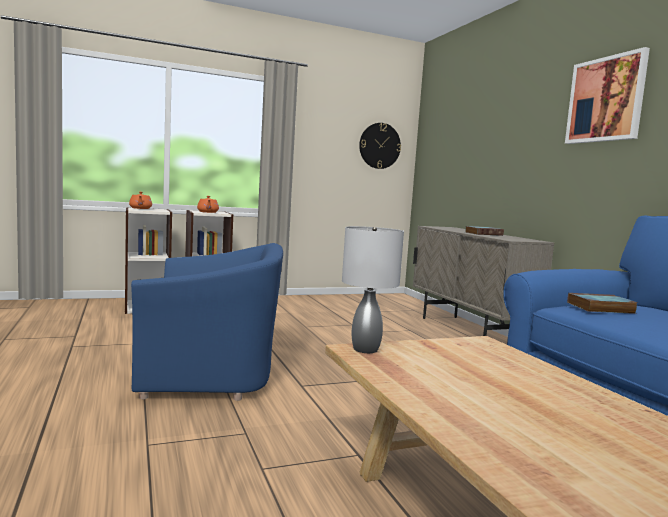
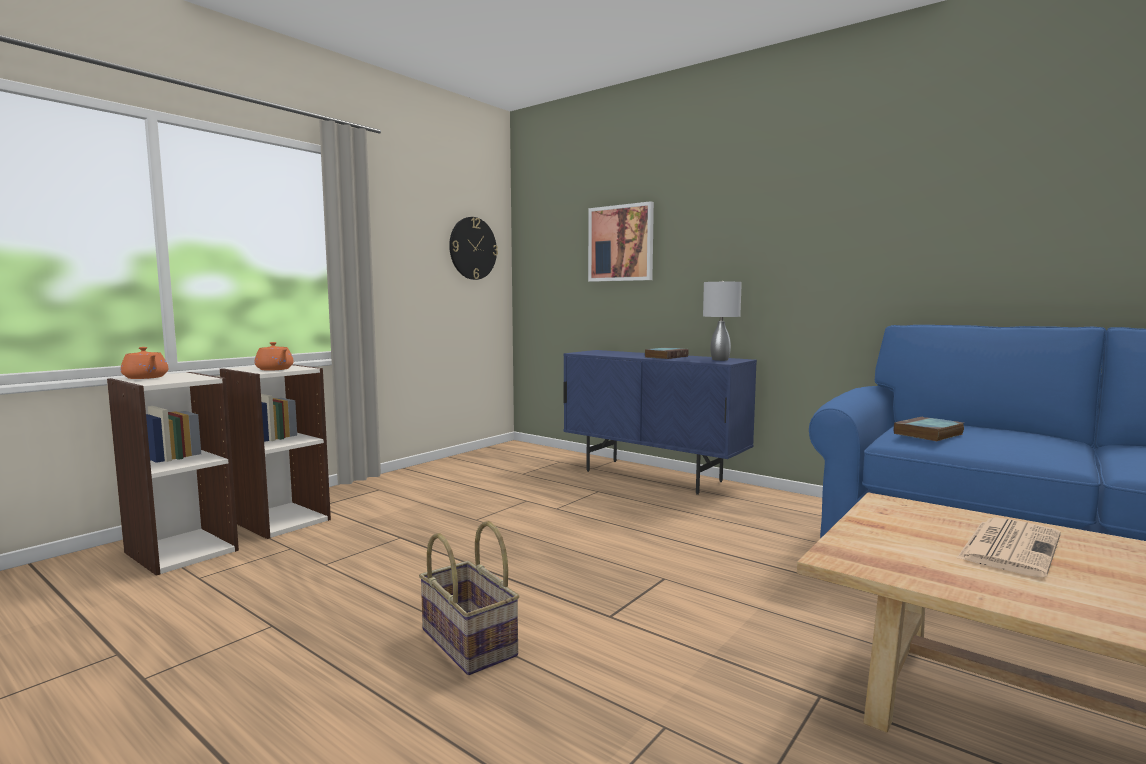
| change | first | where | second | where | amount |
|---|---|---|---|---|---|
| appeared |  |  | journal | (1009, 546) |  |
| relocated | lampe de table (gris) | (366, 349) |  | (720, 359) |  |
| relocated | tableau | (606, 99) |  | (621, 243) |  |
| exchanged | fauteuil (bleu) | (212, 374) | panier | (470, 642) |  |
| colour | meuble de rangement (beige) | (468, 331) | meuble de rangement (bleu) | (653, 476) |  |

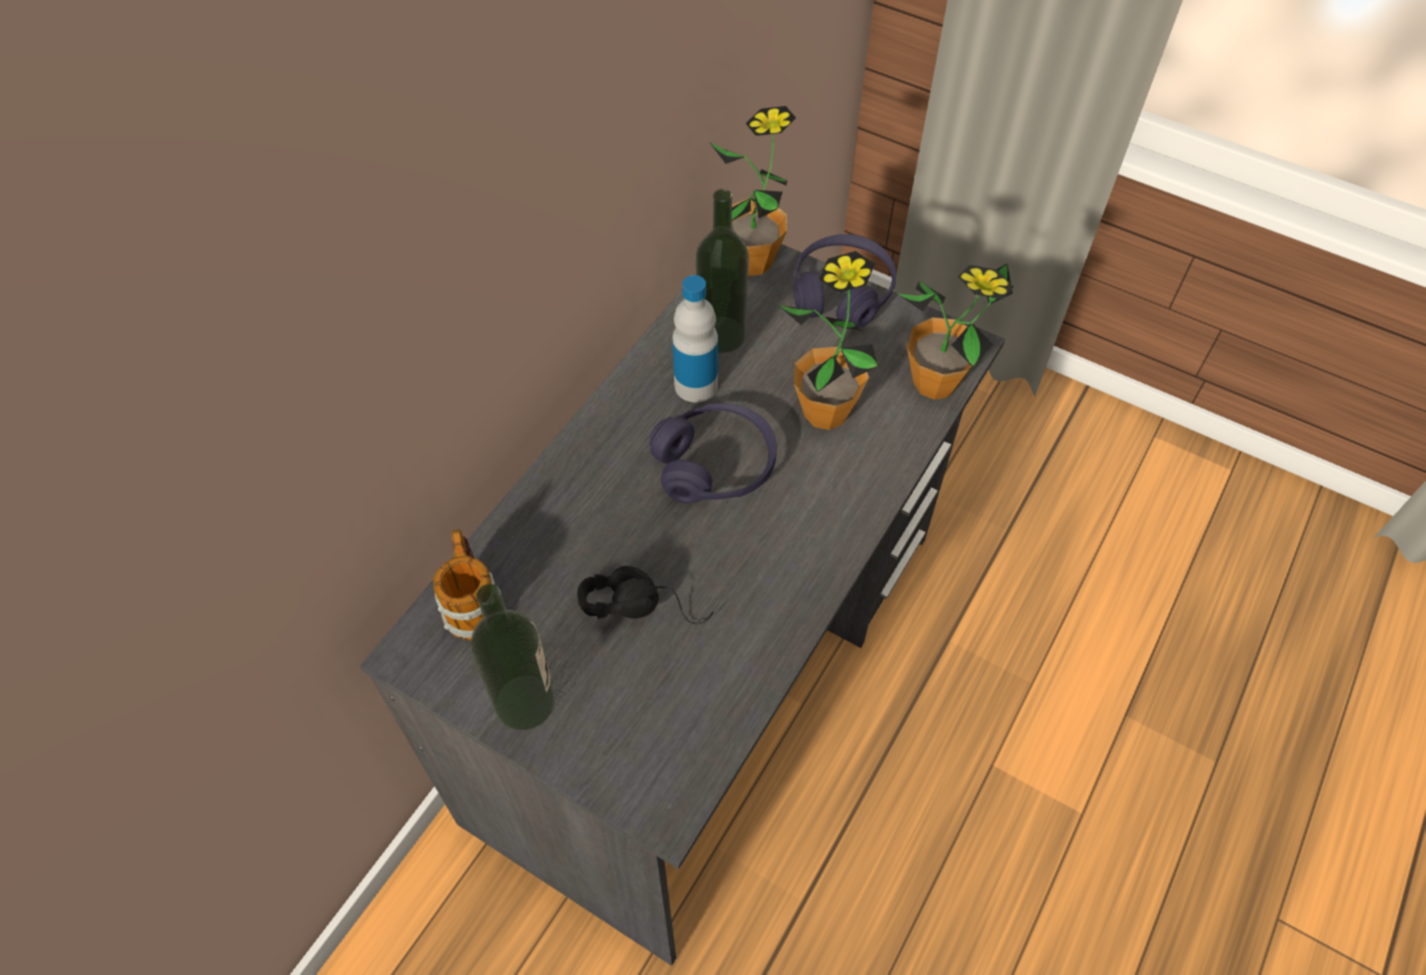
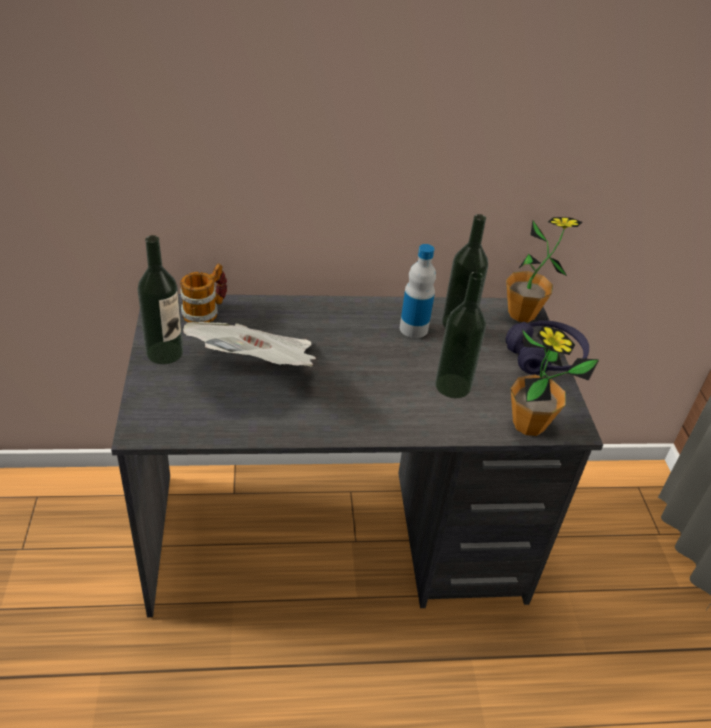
| change | first | where | second | where | amount |
|---|---|---|---|---|---|
| missing | casque audio (violet) | (715, 465) |  |  |  |
| exchanged | casque audio (noir) | (645, 604) | journal | (257, 369) |  |
| exchanged | plante en pot | (825, 412) | bouteille | (453, 386) |  |

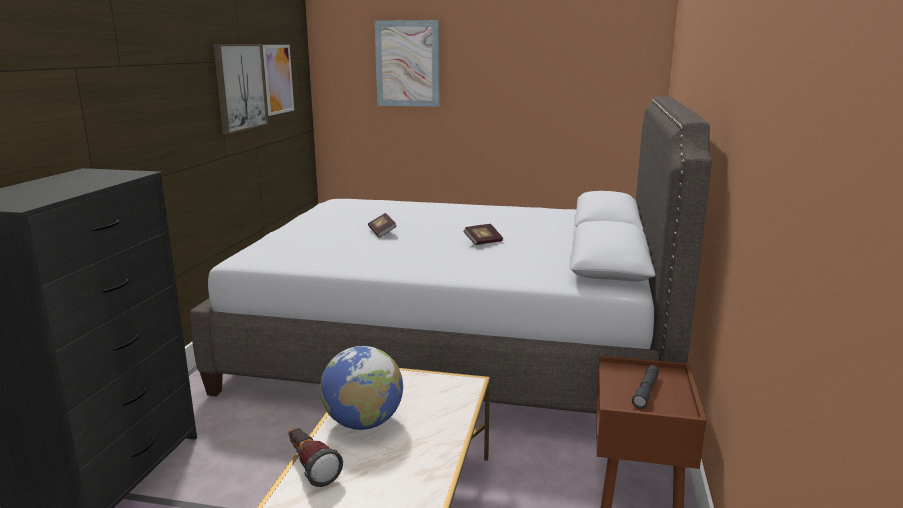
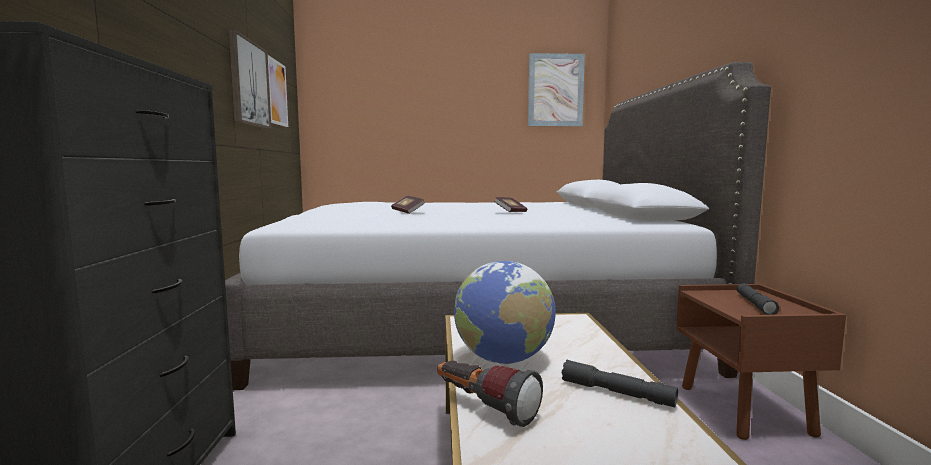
| change | first | where | second | where | amount |
|---|---|---|---|---|---|
| appeared |  |  | lampe de poche (gris) | (616, 393) |  |
| relocated | tableau | (407, 64) |  | (555, 90) |  |

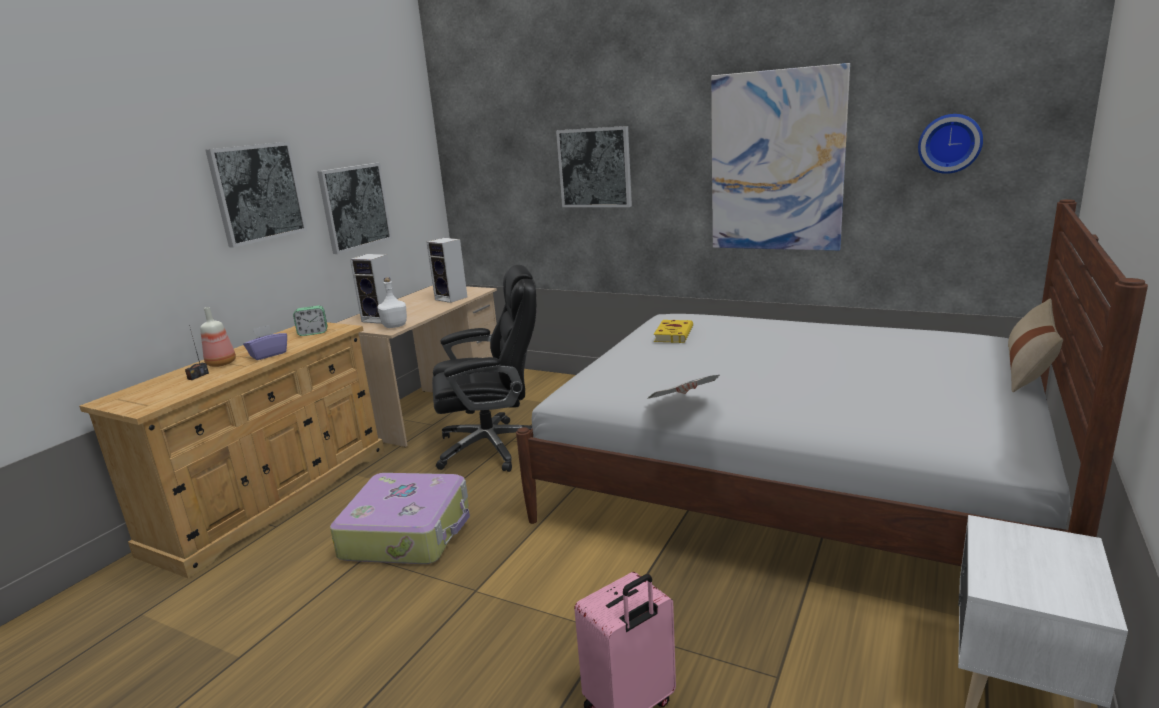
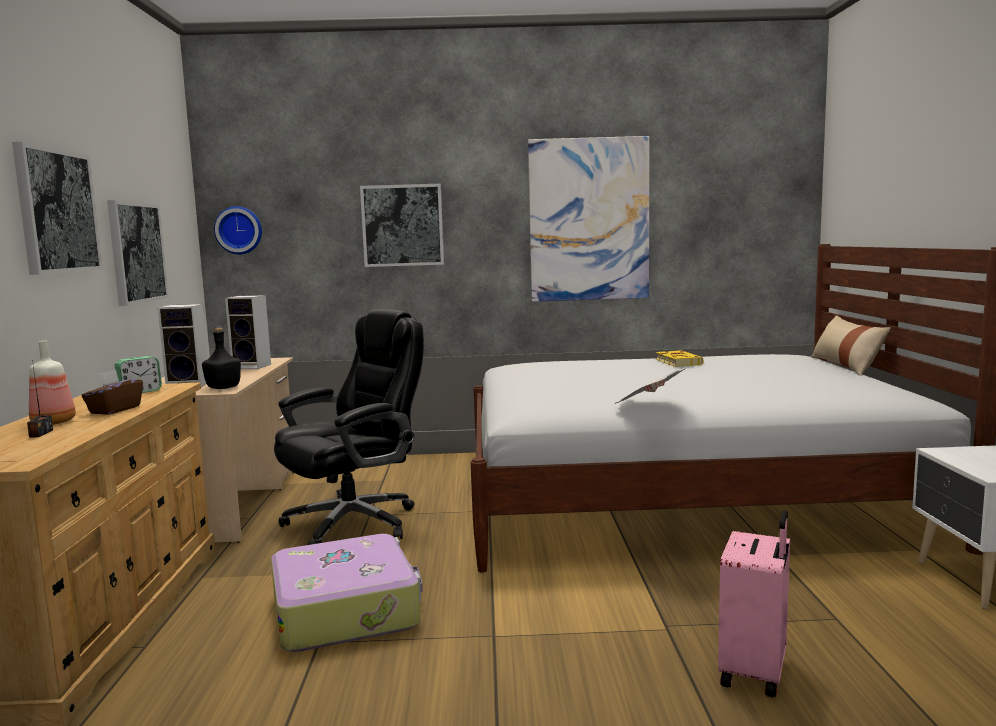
| change | first | where | second | where | amount |
|---|---|---|---|---|---|
| relocated | livre (jaune) | (673, 334) |  | (677, 362) |  |
| relocated | horloge murale | (950, 143) |  | (239, 230) |  |
| colour | boîte à mouchoirs (violet) | (268, 354) | boîte à mouchoirs (marron) | (114, 410) |  |
| colour | bouteille (blanc) | (394, 326) | bouteille (noir) | (223, 388) |  |

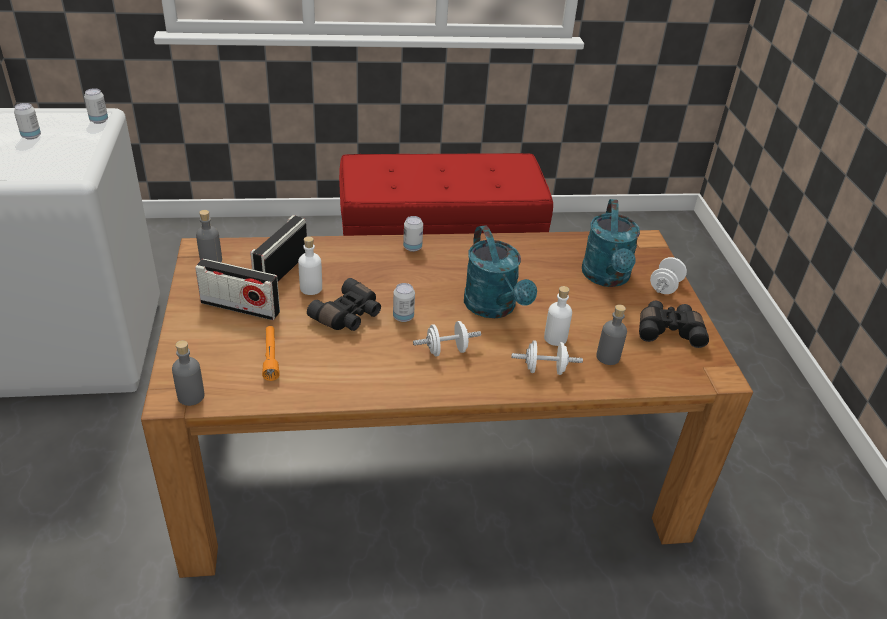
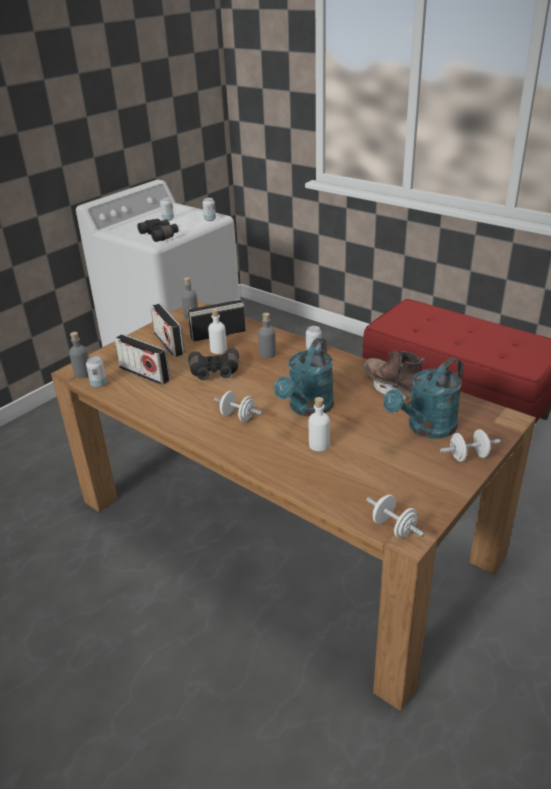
| change | first | where | second | where | amount |
|---|---|---|---|---|---|
| appeared |  |  | botte (marron) | (392, 388) |  |
| relocated | boîte métallique | (403, 317) |  | (98, 384) |  |
| relocated | haltère (blanc) | (544, 369) |  | (393, 527) |  |
| relocated | bouteille (gris) | (608, 357) |  | (267, 354) |  |
| relocated | jumelles (noir) | (669, 331) |  | (160, 235) |  |
| exchanged | lampe de poche (orange) | (271, 357) | radio | (144, 374) |  |

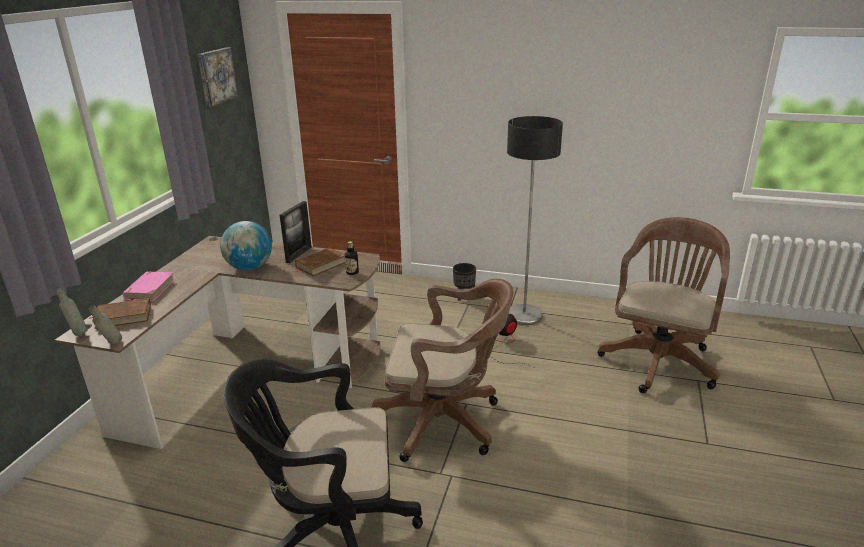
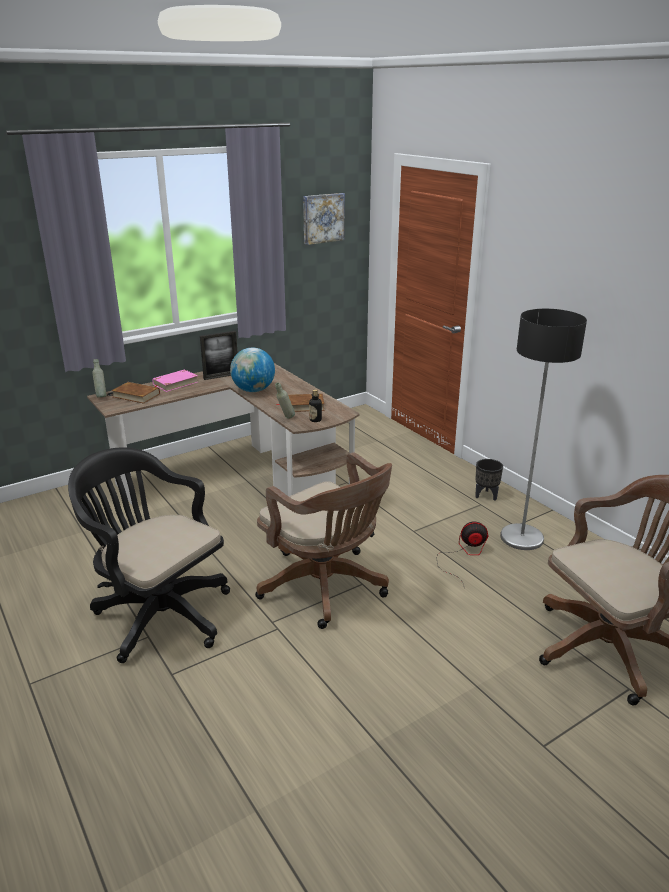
| change | first | where | second | where | amount |
|---|---|---|---|---|---|
| relocated | bouteille (gris) | (111, 345) |  | (285, 418) |  |
| relocated | cadre photo | (299, 254) |  | (221, 376) |  |

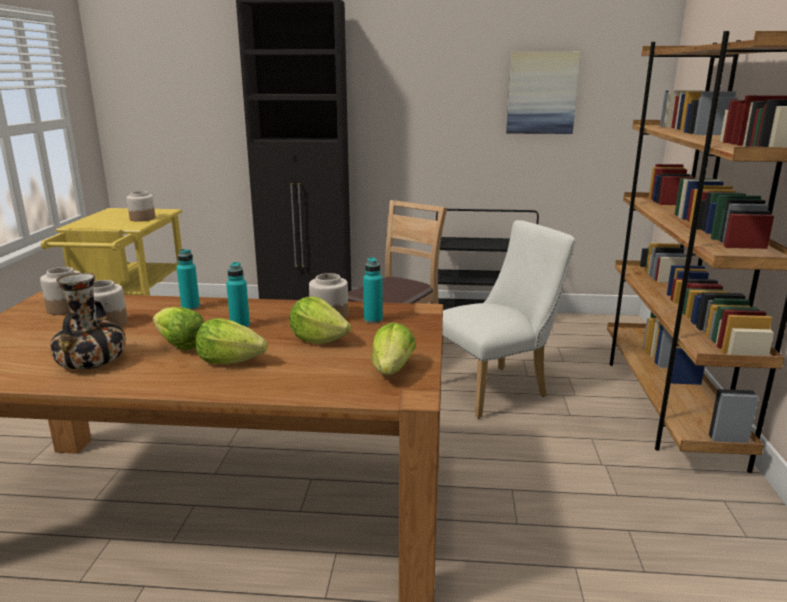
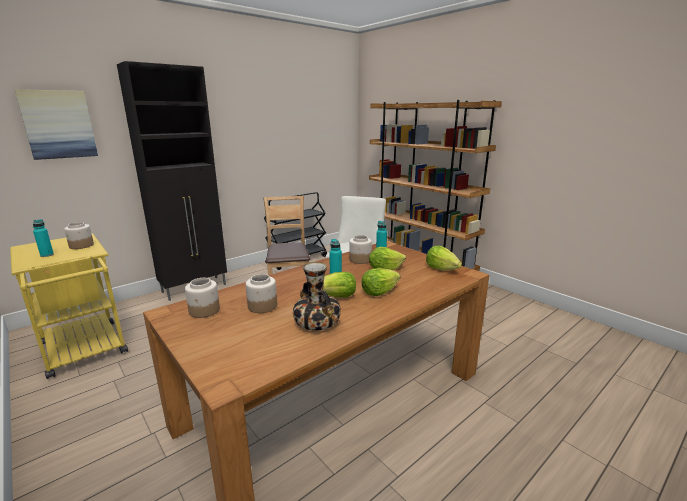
| change | first | where | second | where | amount |
|---|---|---|---|---|---|
| relocated | bouteille (turquoise) | (190, 307) |  | (47, 255) |  |
| relocated | tableau | (541, 93) |  | (58, 124) |  |

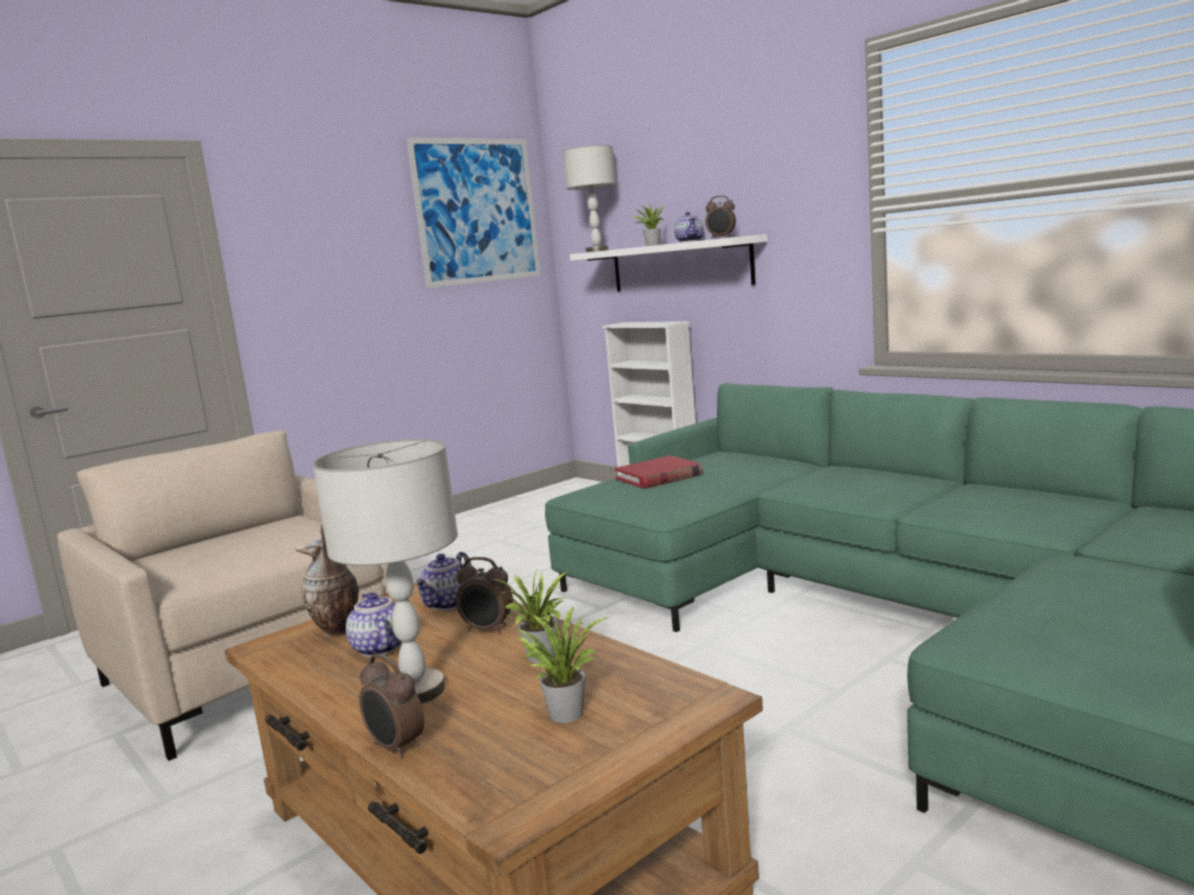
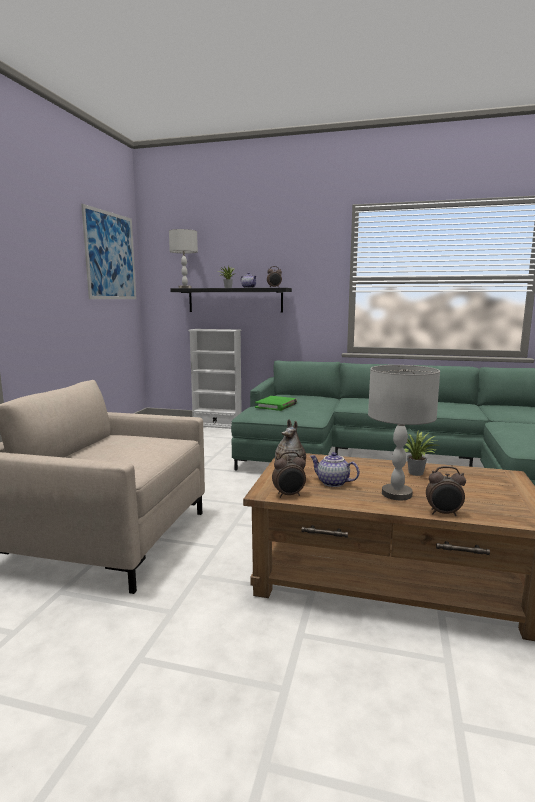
| change | first | where | second | where | amount |
|---|---|---|---|---|---|
| missing | théière | (449, 604) |  |  |  |
| missing | plante en pot | (565, 711) |  |  |  |
| relocated | réveil | (487, 630) |  | (289, 495) |  |
| colour | étagère (blanc) | (679, 265) | étagère (noir) | (235, 300) |  |
| colour | livre (rouge) | (659, 477) | livre (vert) | (276, 405) |  |

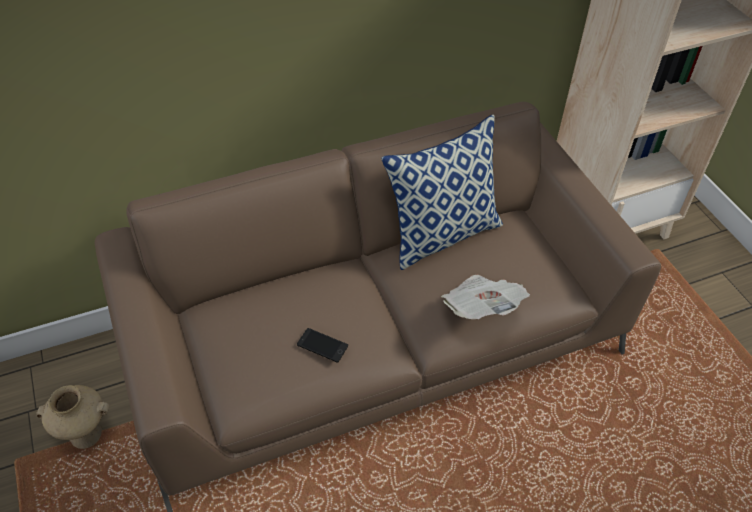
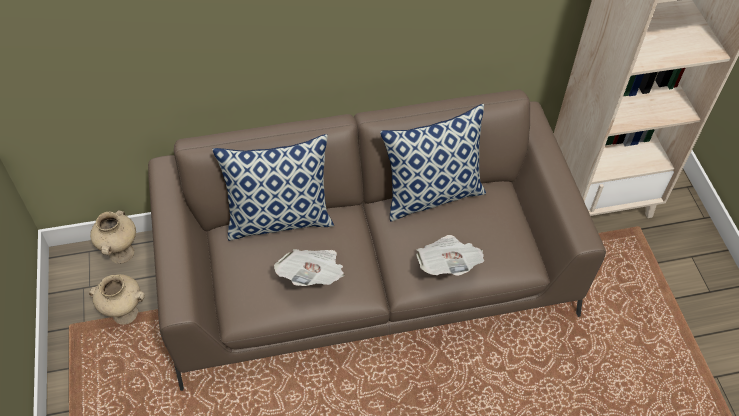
| change | first | where | second | where | amount |
|---|---|---|---|---|---|
| appeared |  |  | vase (beige) | (121, 252) |  |
| appeared |  |  | coussin | (280, 219) |  |
| exchanged | téléphone | (322, 345) | journal | (312, 276) |  |

